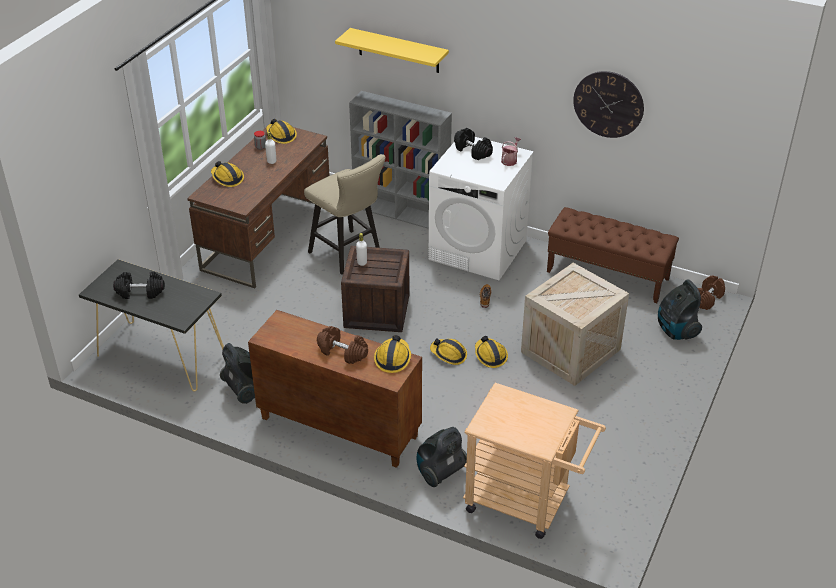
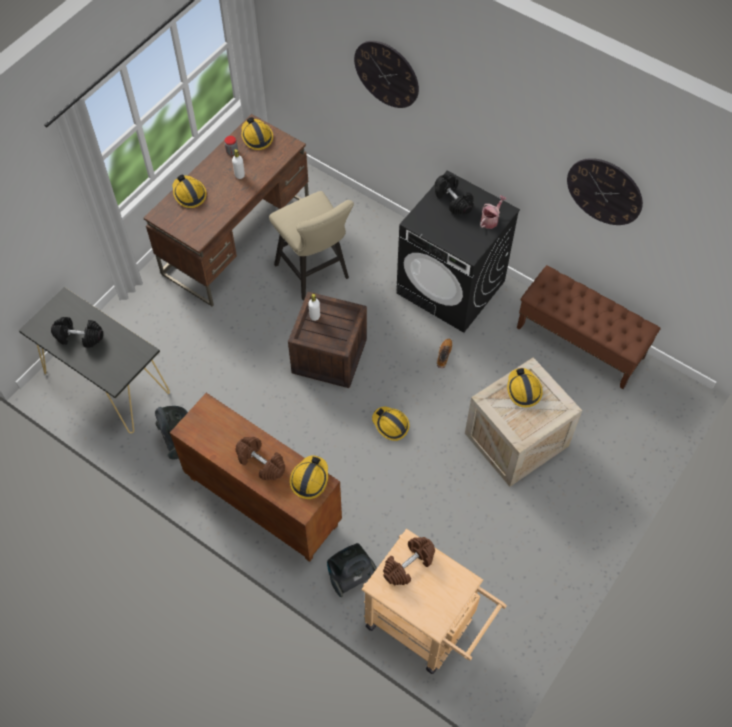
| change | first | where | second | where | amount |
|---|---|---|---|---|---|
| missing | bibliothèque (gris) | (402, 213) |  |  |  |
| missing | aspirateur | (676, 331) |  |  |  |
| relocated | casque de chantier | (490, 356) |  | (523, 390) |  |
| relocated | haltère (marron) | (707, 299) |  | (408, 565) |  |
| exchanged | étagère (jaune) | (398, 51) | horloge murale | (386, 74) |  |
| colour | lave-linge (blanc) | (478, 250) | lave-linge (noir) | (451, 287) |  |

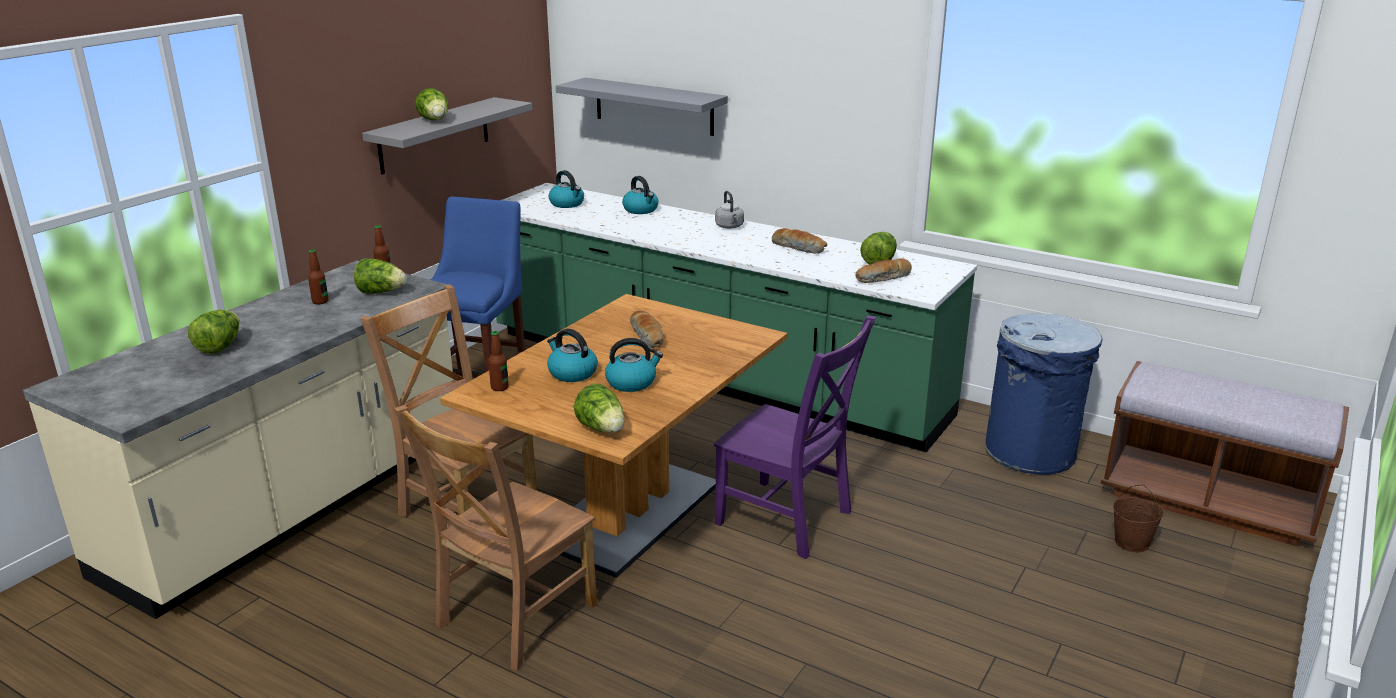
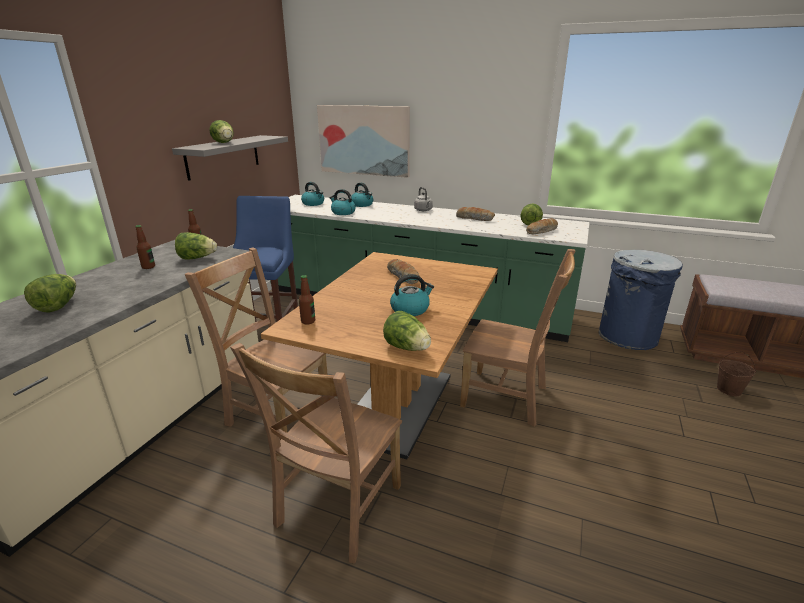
| change | first | where | second | where | amount |
|---|---|---|---|---|---|
| relocated | bouilloire | (571, 373) |  | (343, 212) |  |
| exchanged | étagère (gris) | (654, 106) | tableau | (364, 140) |  |
| colour | chaise (violet) | (788, 520) | chaise (marron) | (508, 398) |  |

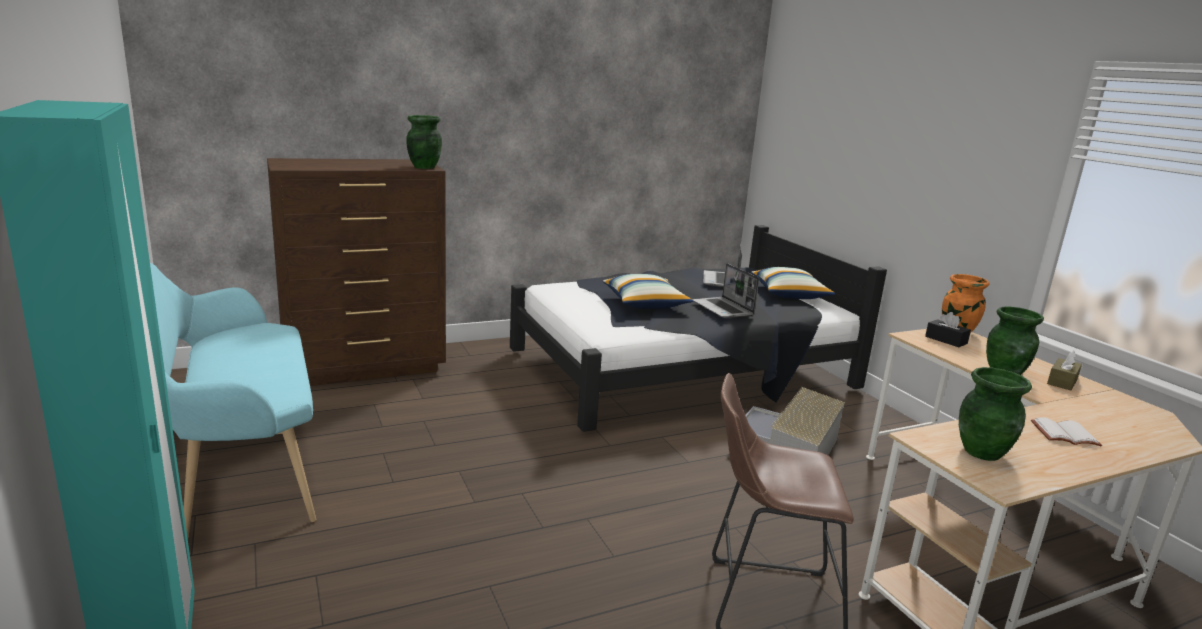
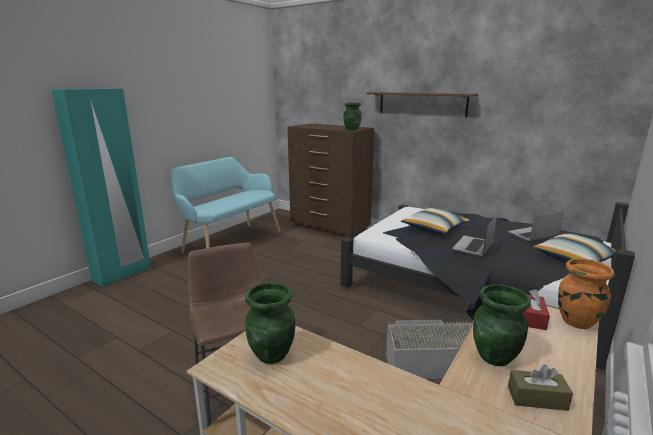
| change | first | where | second | where | amount |
|---|---|---|---|---|---|
| missing | livre (blanc) | (1064, 435) |  |  |  |
| appeared |  |  | étagère (marron) | (422, 103) |  |
| colour | boîte à mouchoirs (noir) | (946, 340) | boîte à mouchoirs (rouge) | (532, 318) |  |

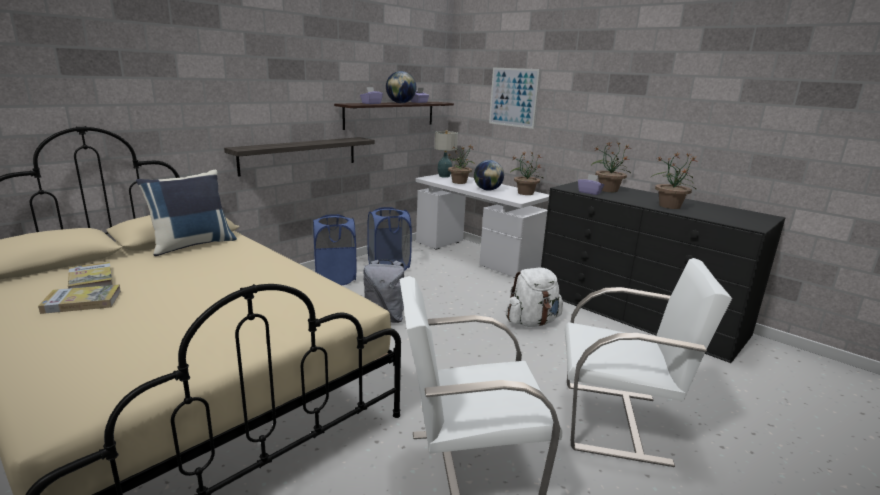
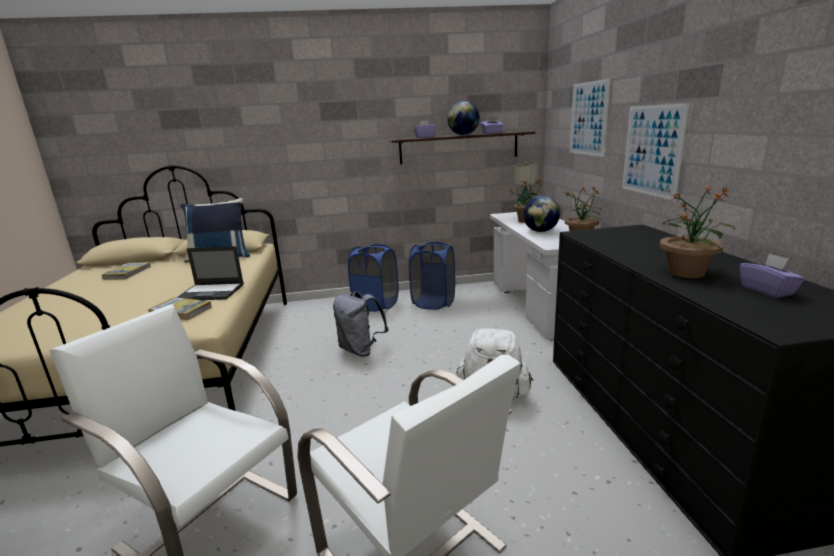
| change | first | where | second | where | amount |
|---|---|---|---|---|---|
| missing | étagère | (300, 155) |  |  |  |
| missing | plante en pot | (608, 190) |  |  |  |
| appeared |  |  | ordinateur portable | (211, 292) |  |
| appeared |  |  | tableau | (652, 150) |  |
| relocated | livre | (82, 302) |  | (181, 311) |  |
| relocated | boîte à mouchoirs (violet) | (589, 192) |  | (767, 291) |  |

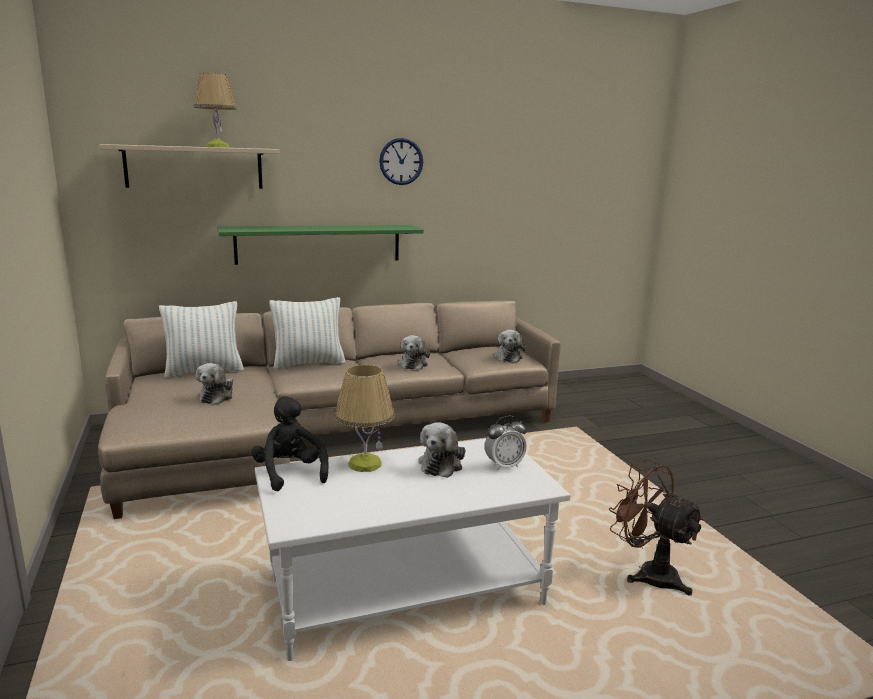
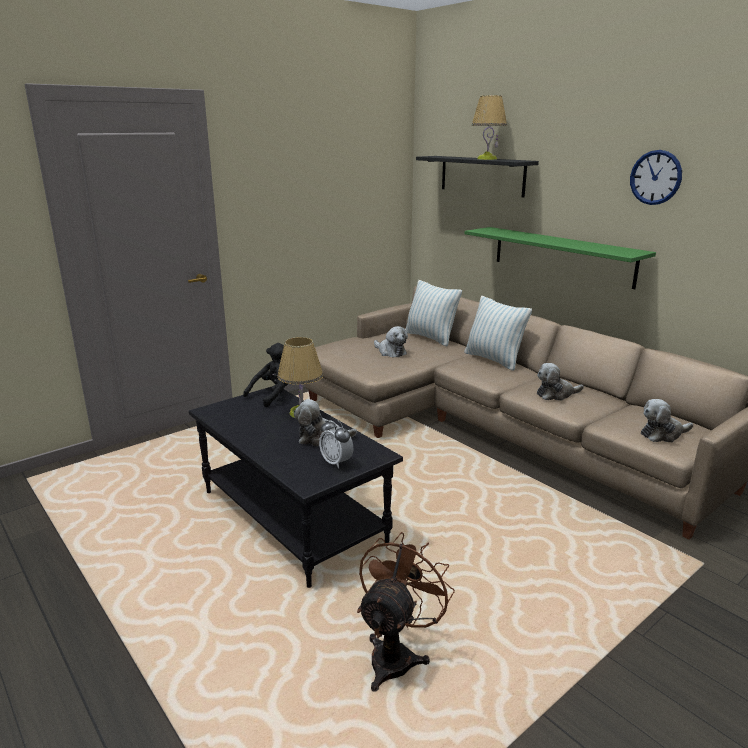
| change | first | where | second | where | amount |
|---|---|---|---|---|---|
| colour | étagère (beige) | (194, 167) | étagère (noir) | (482, 175) |  |
| colour | table basse (blanc) | (407, 591) | table basse (noir) | (294, 517) |  |
| spun | peluche | (217, 396) |  | (390, 352) | 120 degrees counterclockwise |

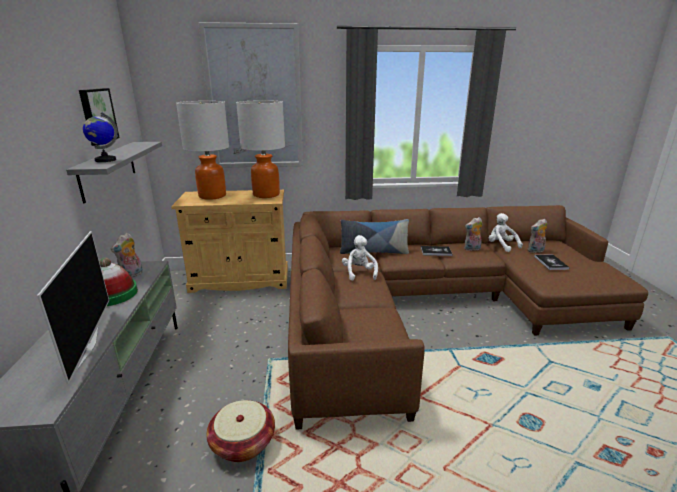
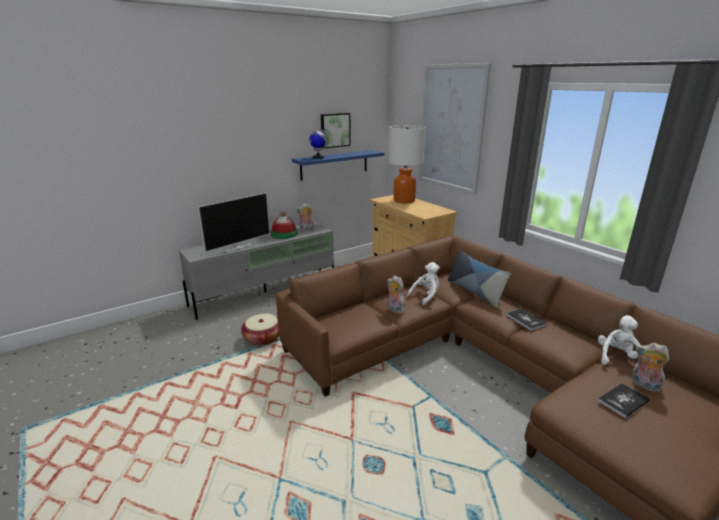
| change | first | where | second | where | amount |
|---|---|---|---|---|---|
| missing | lampe de table | (266, 194) |  |  |  |
| relocated | peluche | (472, 249) |  | (394, 309) |  |
| colour | étagère (gris) | (108, 169) | étagère (bleu) | (334, 164) |  |

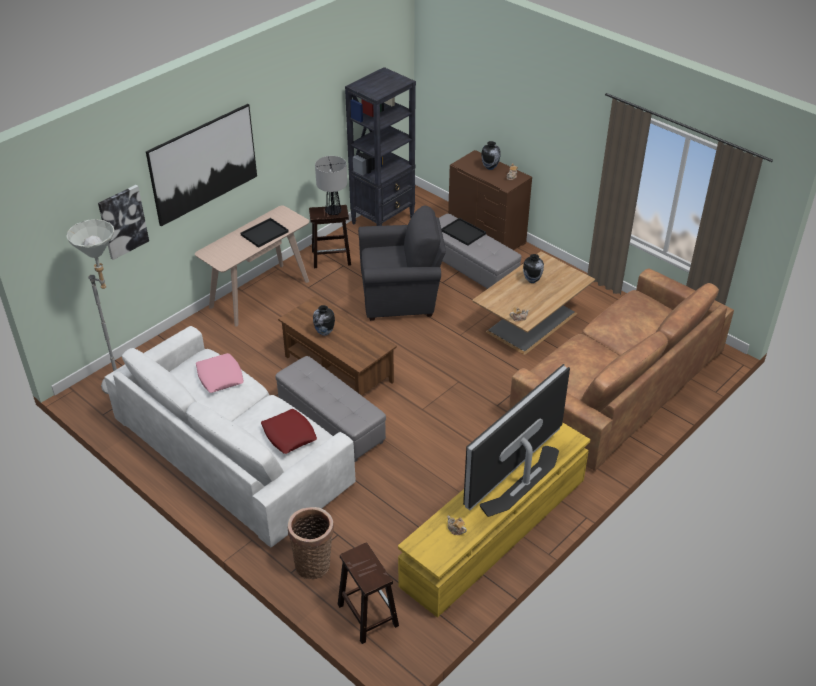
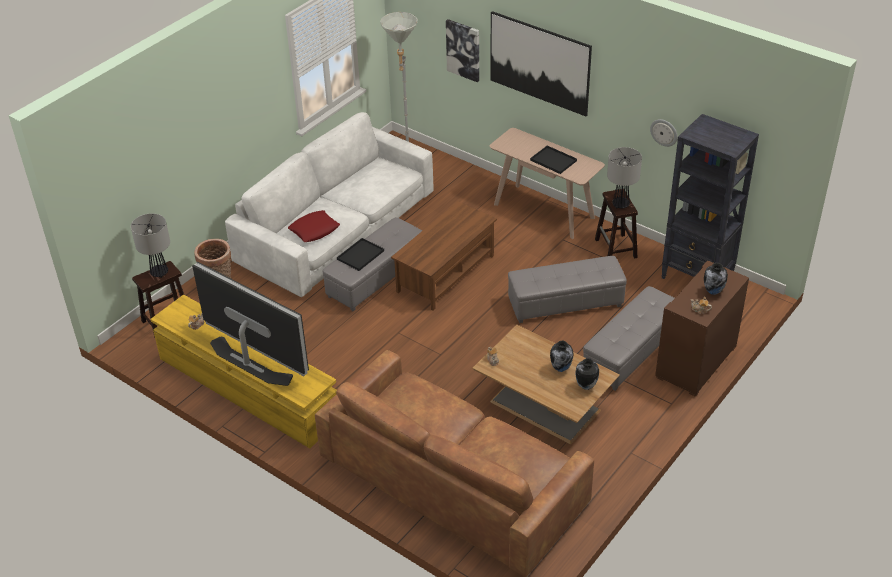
| change | first | where | second | where | amount |
|---|---|---|---|---|---|
| missing | coussin (rose) | (220, 376) |  |  |  |
| appeared |  |  | lampe de table | (159, 273) |  |
| appeared |  |  | horloge murale | (664, 132) |  |
| relocated | vase | (324, 333) |  | (585, 386) |  |
| relocated | plateau (noir) | (464, 232) |  | (360, 255) |  |
| exchanged | fauteuil (gris) | (401, 296) | pouf (gris) | (565, 304) |  |

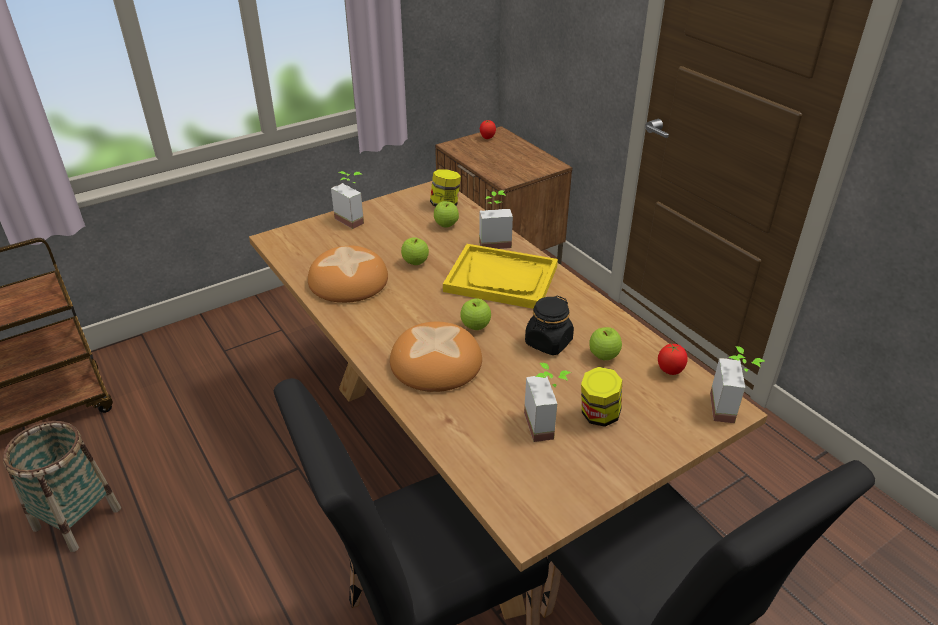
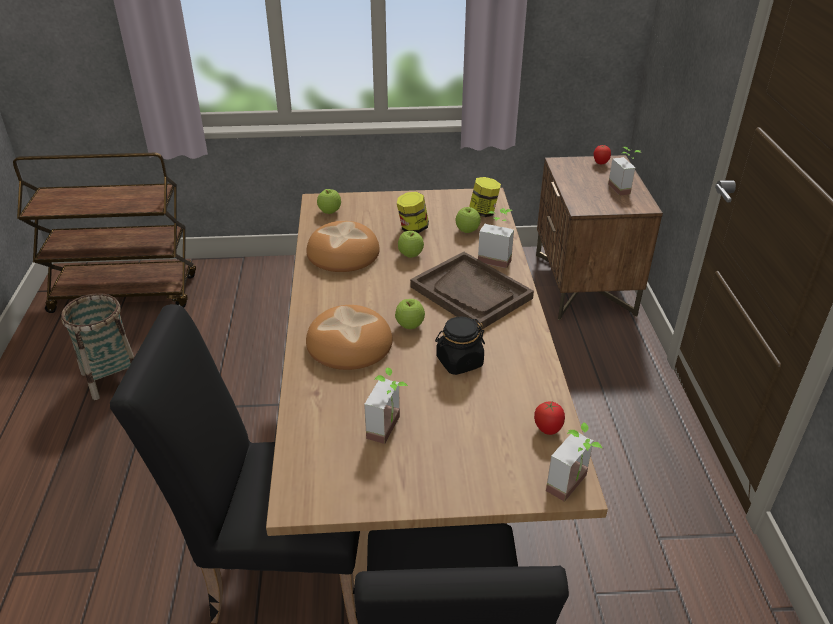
| change | first | where | second | where | amount |
|---|---|---|---|---|---|
| relocated | plante en pot | (354, 218) |  | (623, 188) |  |
| relocated | bocal | (598, 415) |  | (412, 228) |  |
| relocated | pomme | (603, 356) |  | (329, 211) |  |
| colour | plateau (jaune) | (501, 279) | plateau (marron) | (471, 292) |  |

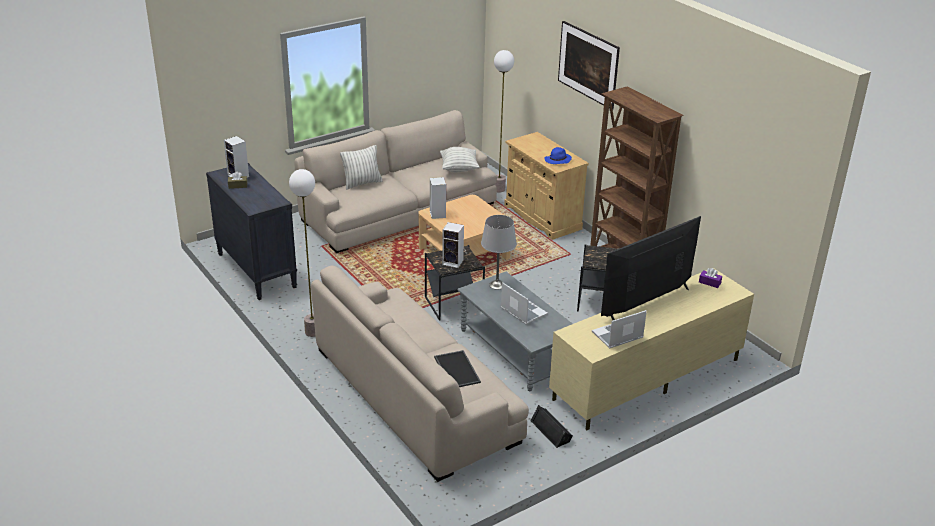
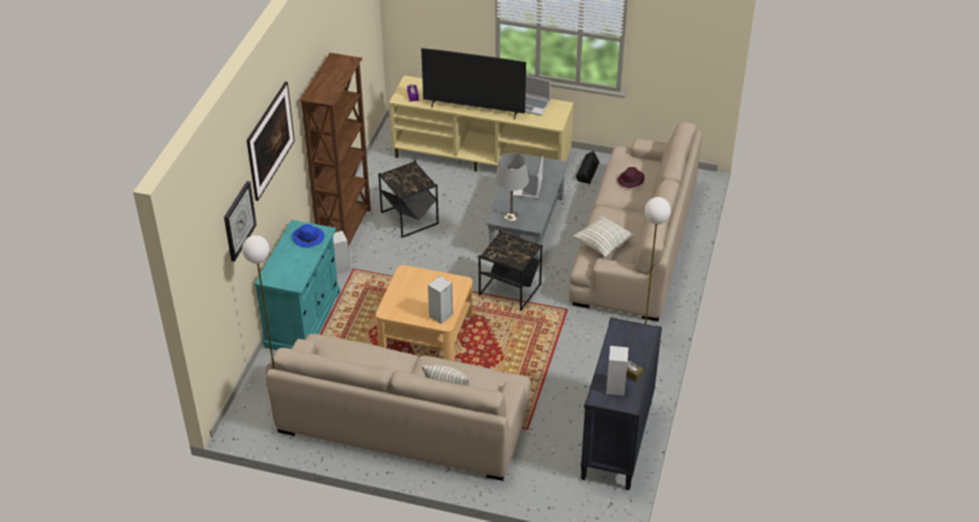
| change | first | where | second | where | amount |
|---|---|---|---|---|---|
| appeared |  |  | horloge murale | (239, 220) |  |
| relocated | coussin | (459, 168) |  | (603, 245) |  |
| relocated | enceinte | (453, 262) |  | (340, 266) |  |
| exchanged | plateau | (456, 369) | chapeau (violet) | (631, 180) |  |
| colour | meuble de rangement (beige) | (542, 217) | meuble de rangement (turquoise) | (303, 319) |  |

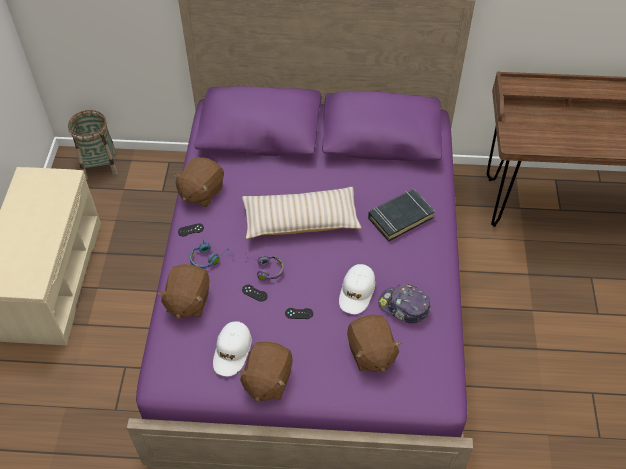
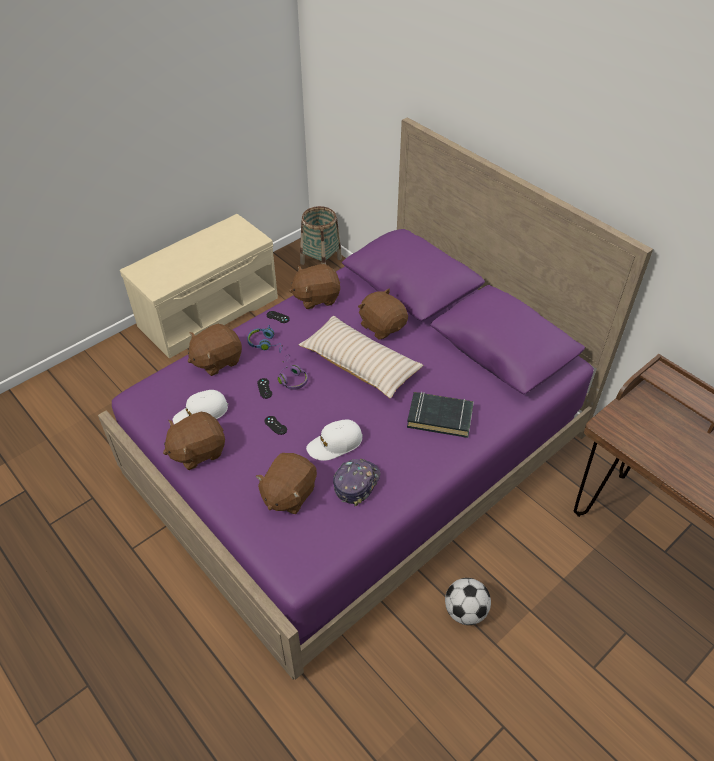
| change | first | where | second | where | amount |
|---|---|---|---|---|---|
| appeared |  |  | peluche (marron) | (382, 326) |  |
| appeared |  |  | ballon de foot | (465, 611) |  |
| spun | casquette | (404, 307) |  | (356, 483) | 45 degrees clockwise |

